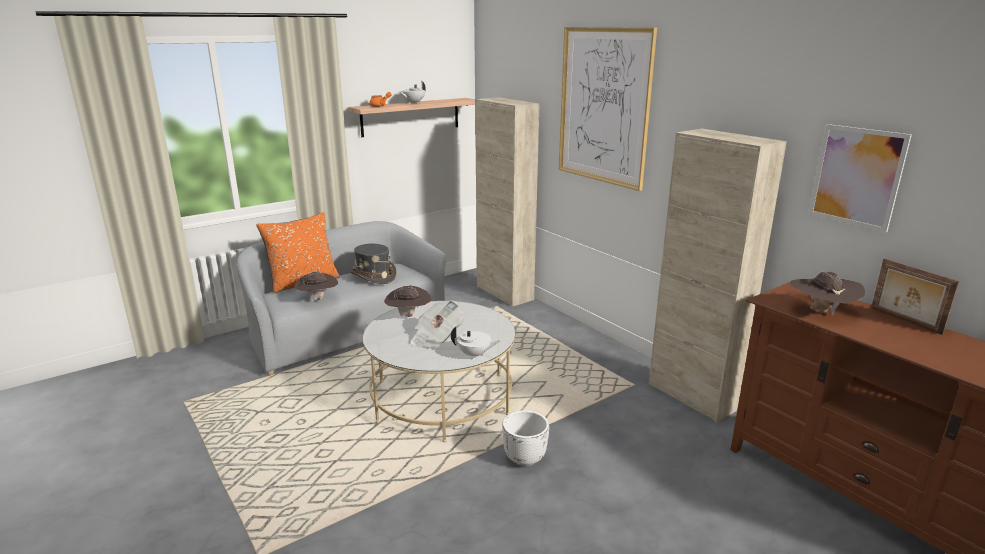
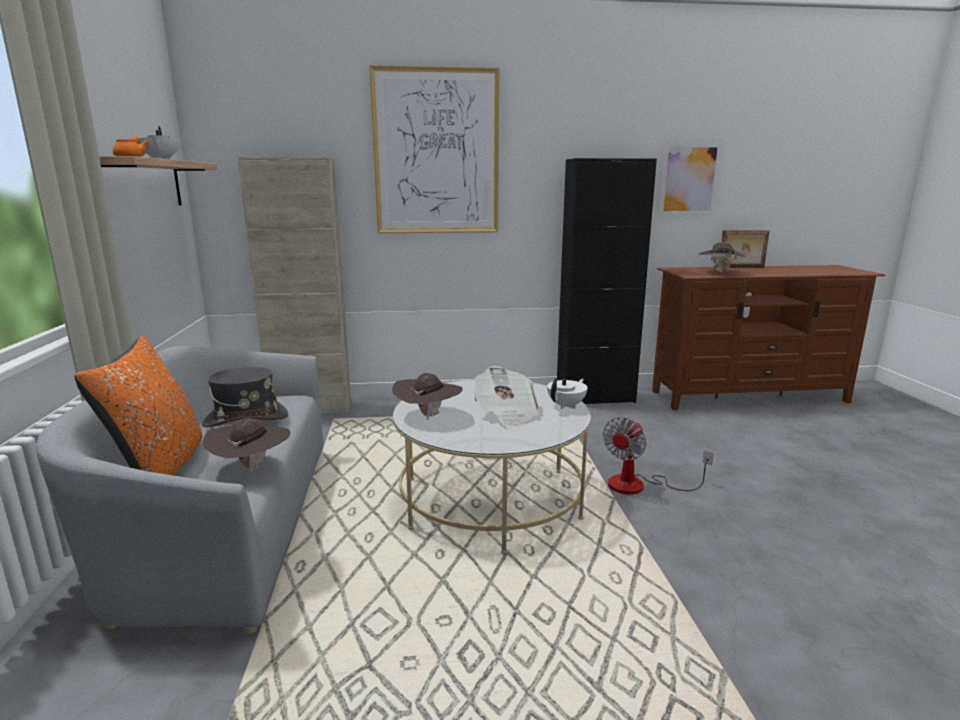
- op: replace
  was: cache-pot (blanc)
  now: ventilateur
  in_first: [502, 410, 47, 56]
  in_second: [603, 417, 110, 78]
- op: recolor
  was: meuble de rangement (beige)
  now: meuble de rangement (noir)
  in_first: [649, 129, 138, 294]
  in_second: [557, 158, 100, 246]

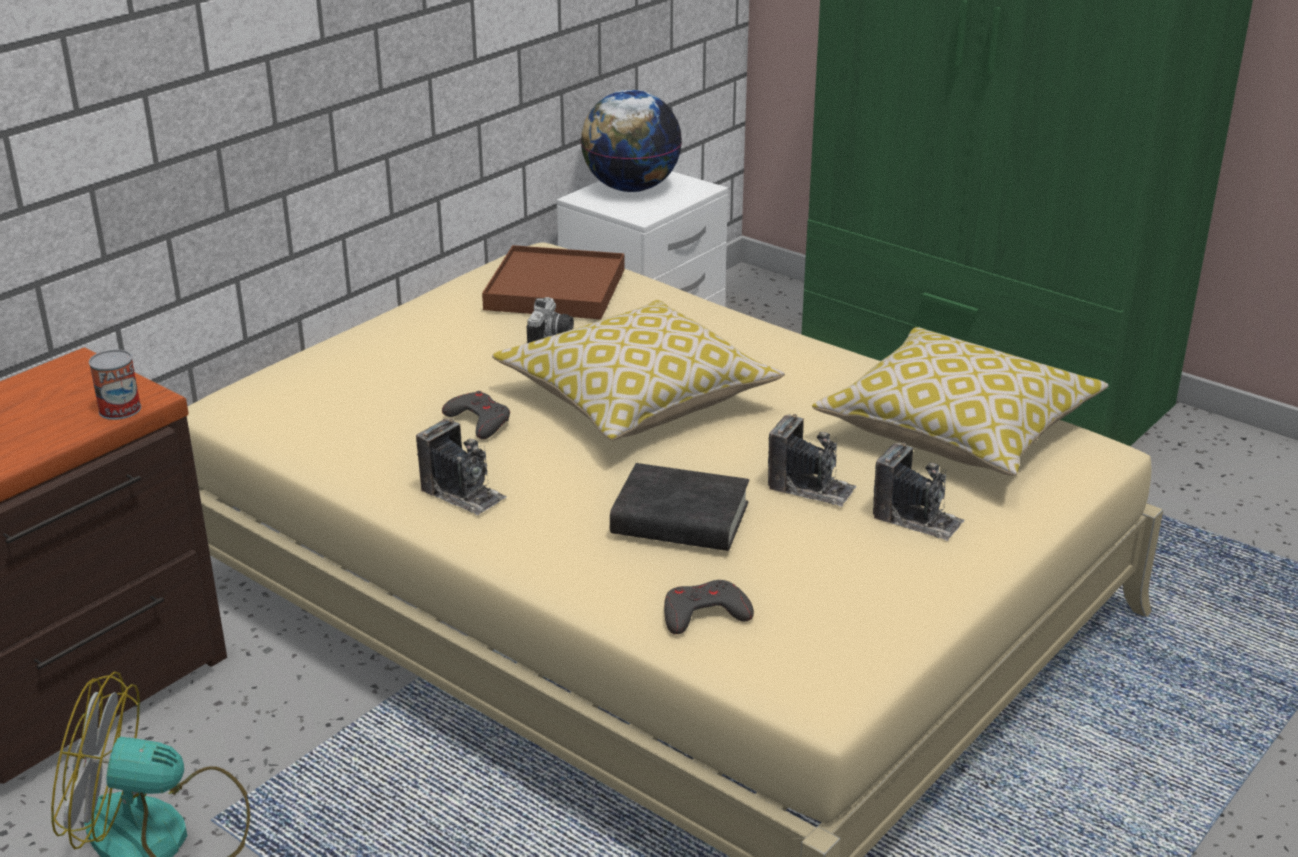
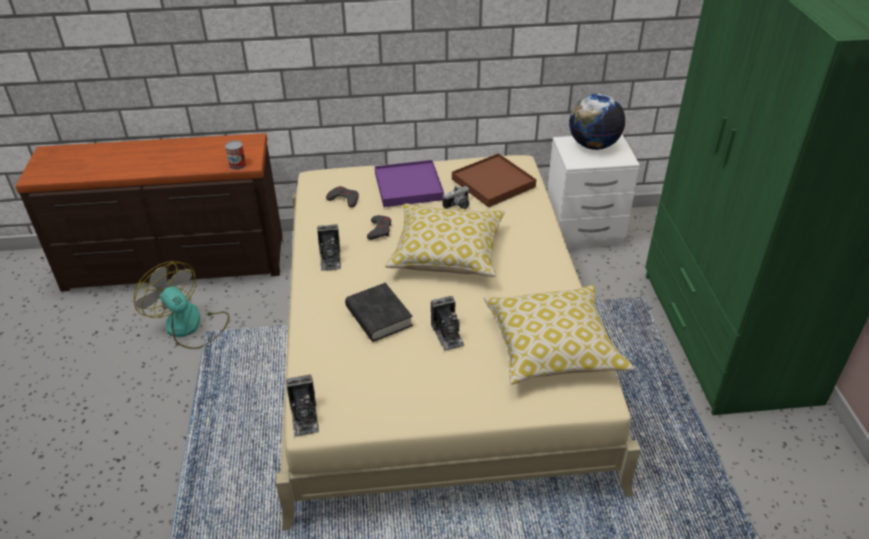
- op: move
  was: manette (gris)
  in_first: [664, 580, 90, 54]
  in_second: [326, 186, 33, 22]
- op: move
  was: appareil photo
  in_first: [873, 442, 92, 99]
  in_second: [286, 375, 33, 62]
- op: insert
  now: plateau (violet)
  in_second: [375, 160, 69, 47]

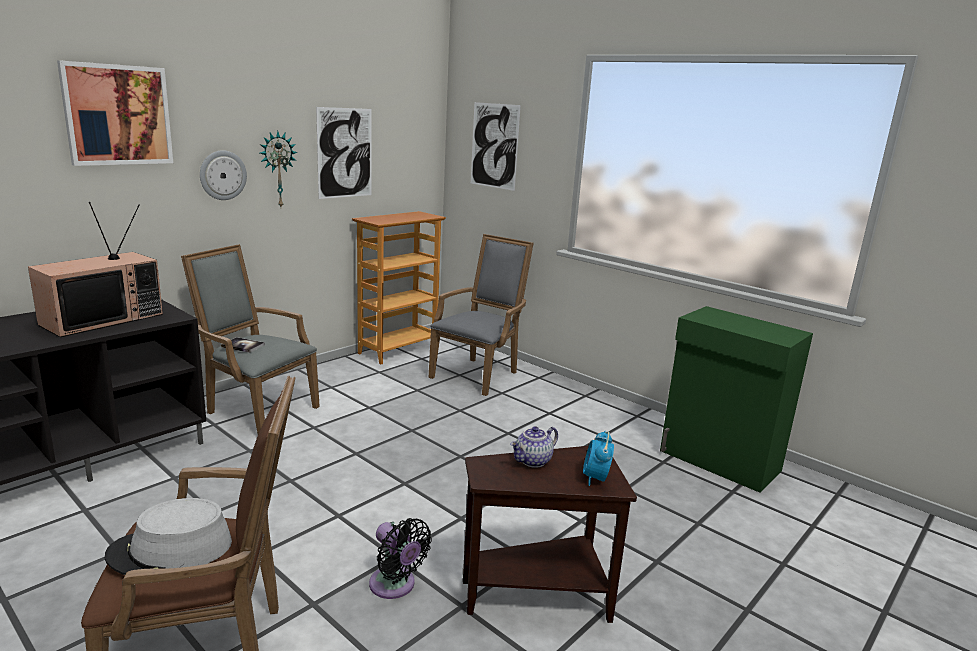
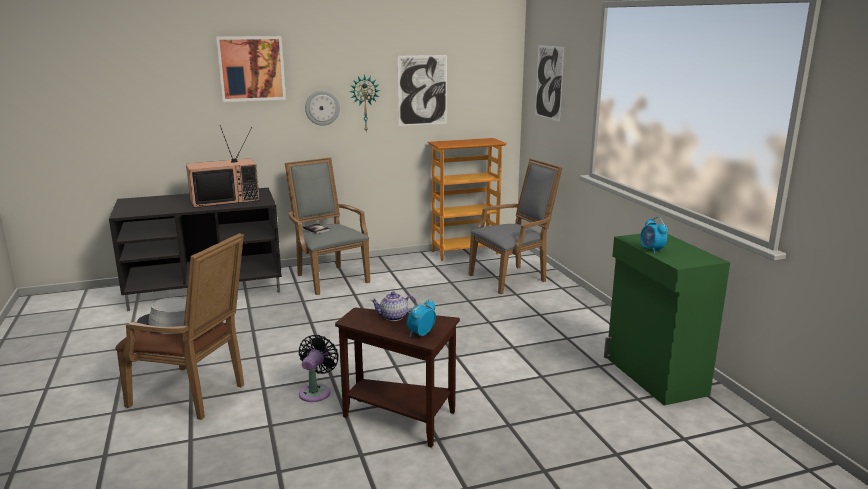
- op: rotate
  was: ventilateur (noir)
  in_first: [369, 518, 63, 81]
  in_second: [299, 335, 40, 67]
  clockwise: -150
- op: insert
  now: réveil
  in_second: [640, 217, 28, 37]

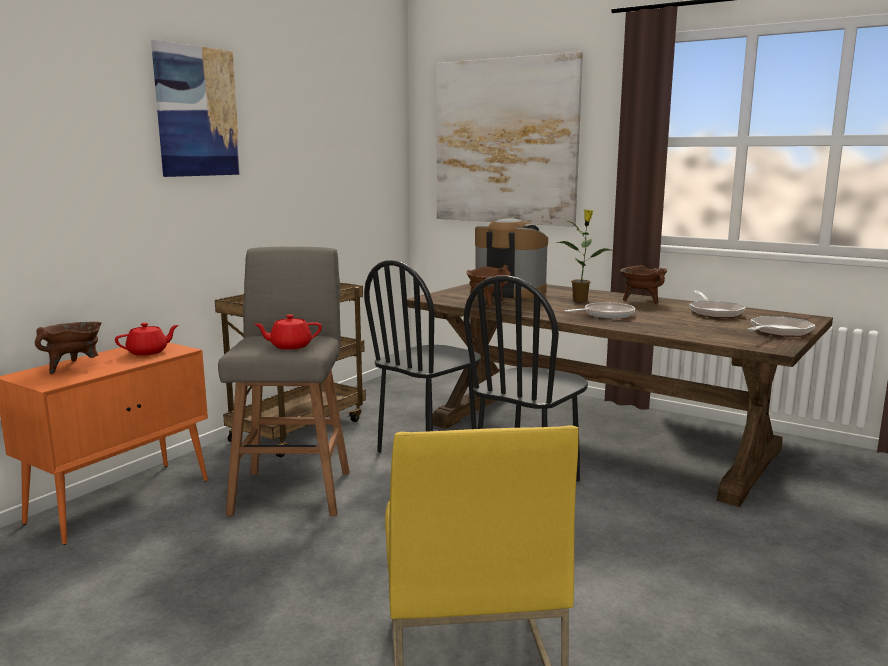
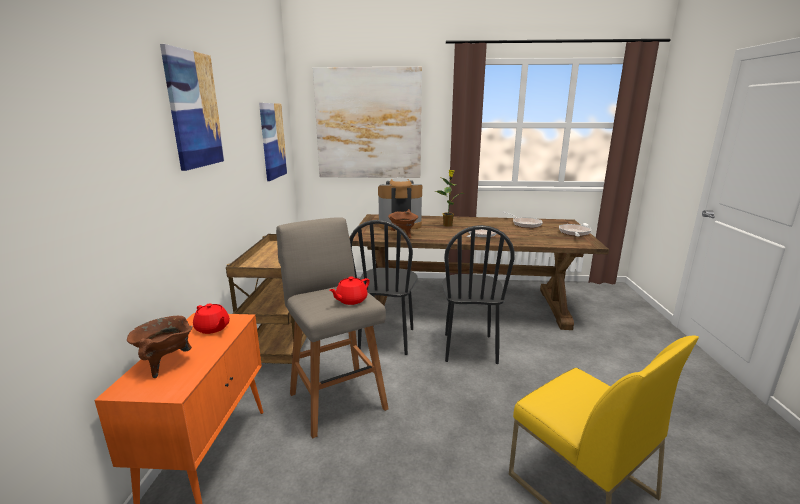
- op: rotate
  was: théière (rouge)
  in_first: [115, 323, 64, 33]
  in_second: [193, 303, 37, 31]
  clockwise: 105
- op: delete
  was: marmite (marron)
  in_first: [620, 265, 47, 39]
- op: insert
  now: tableau
  in_second: [259, 103, 28, 78]

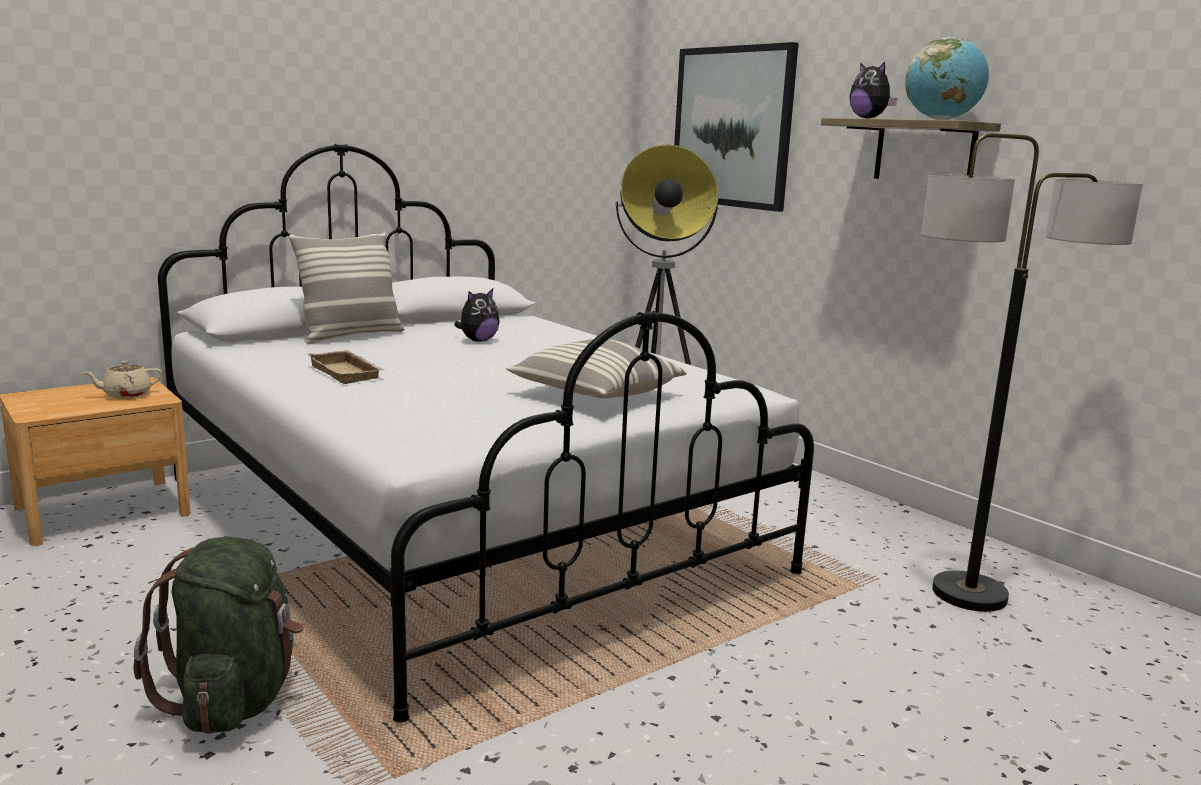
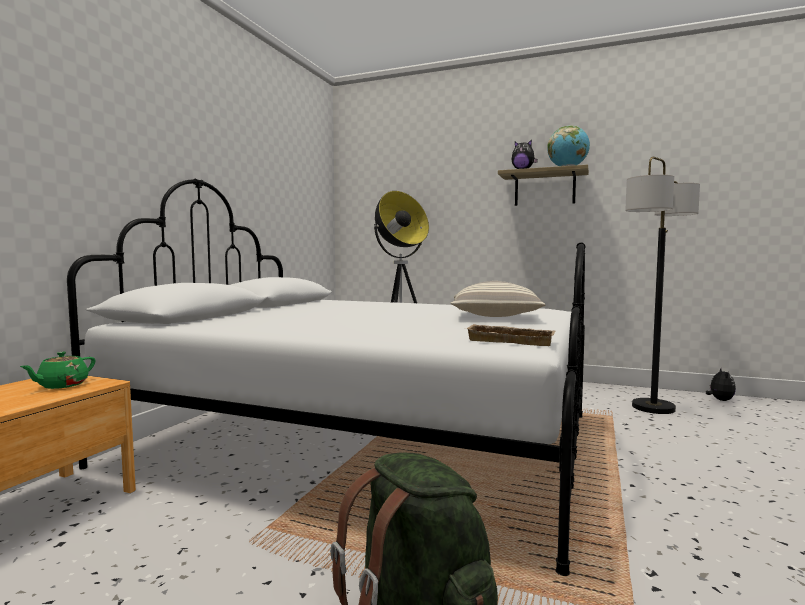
- op: recolor
  was: théière (beige)
  now: théière (vert)
  in_first: [82, 361, 80, 37]
  in_second: [20, 352, 75, 37]
- op: delete
  was: coussin
  in_first: [289, 232, 115, 112]
- op: move
  was: plateau (beige)
  in_first: [307, 350, 78, 34]
  in_second: [465, 324, 90, 22]
- op: move
  was: peluche
  in_first: [454, 289, 46, 53]
  in_second: [706, 368, 30, 33]
- op: delete
  was: tableau
  in_first: [674, 42, 125, 170]

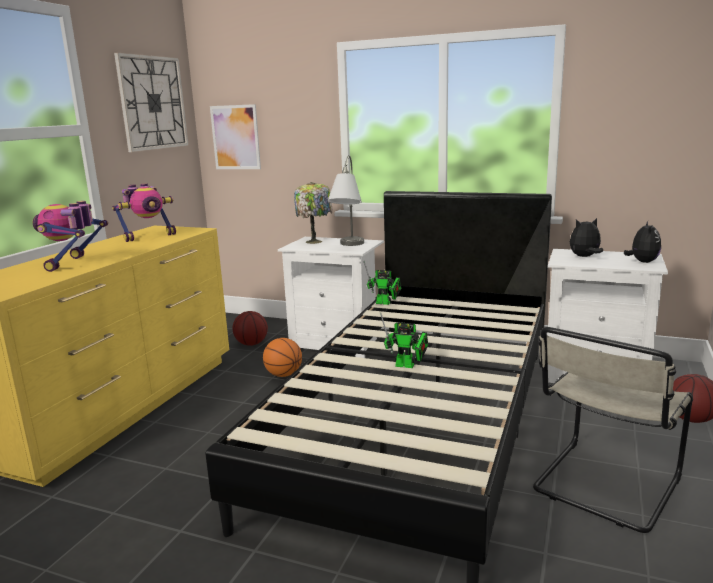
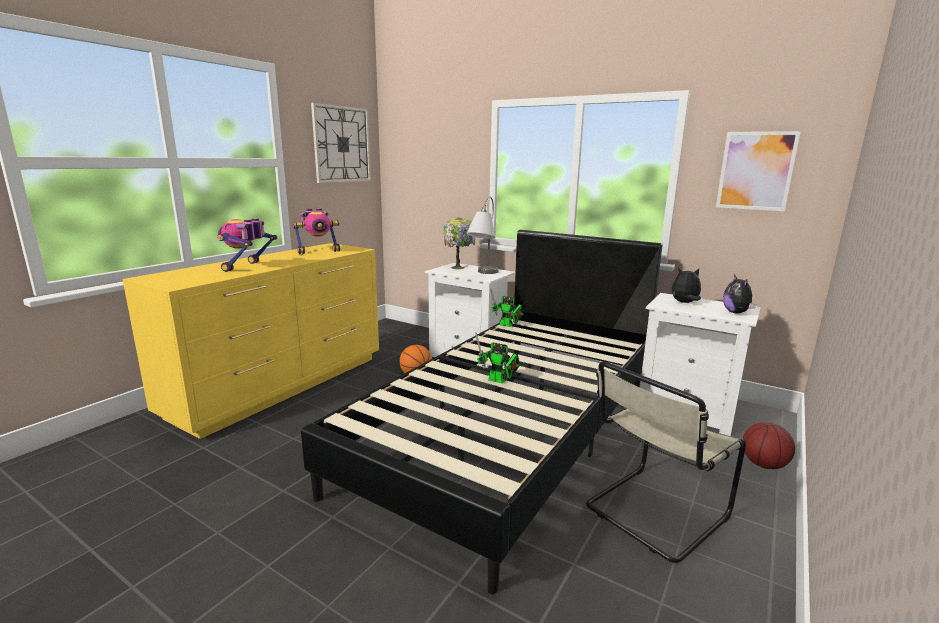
- op: move
  was: tableau
  in_first: [210, 104, 51, 65]
  in_second: [716, 131, 85, 80]
- op: delete
  was: ballon de basket
  in_first: [233, 311, 35, 35]
- op: rotate
  was: peluche
  in_first: [624, 221, 37, 42]
  in_second: [723, 274, 33, 40]
  clockwise: 150

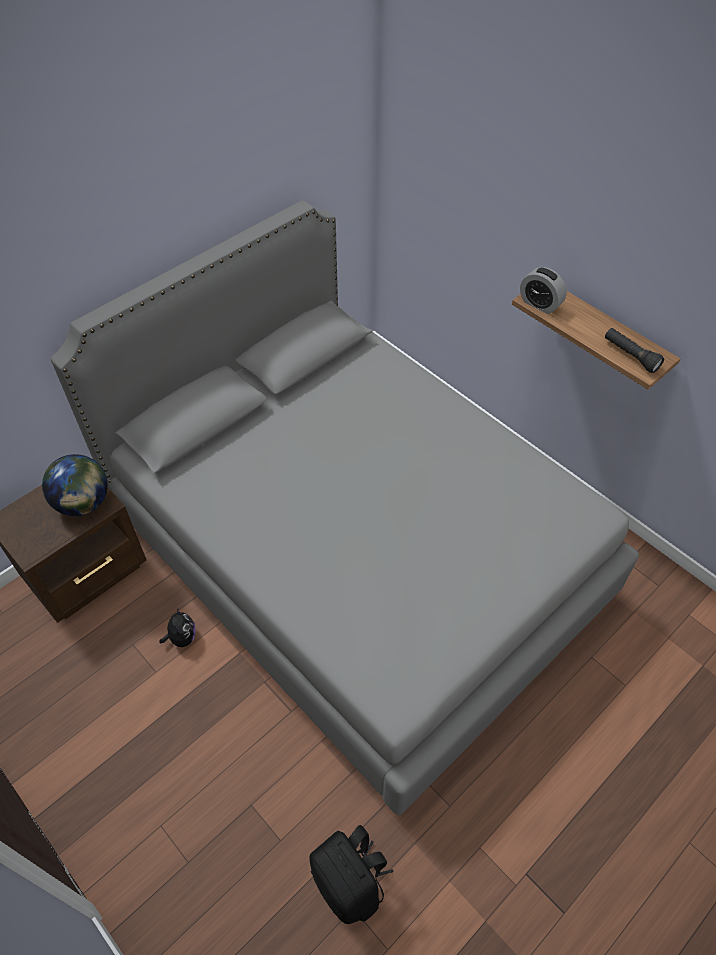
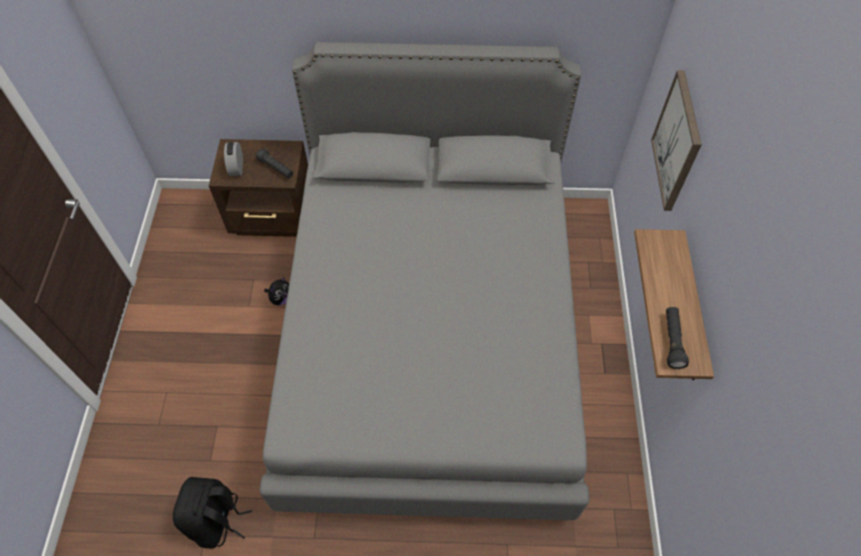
- op: replace
  was: globe
  now: lampe de poche (noir)
  in_first: [42, 454, 66, 62]
  in_second: [256, 148, 37, 30]
- op: move
  was: réveil
  in_first: [520, 267, 47, 47]
  in_second: [224, 142, 19, 34]
- op: insert
  now: tableau
  in_second: [651, 70, 51, 141]

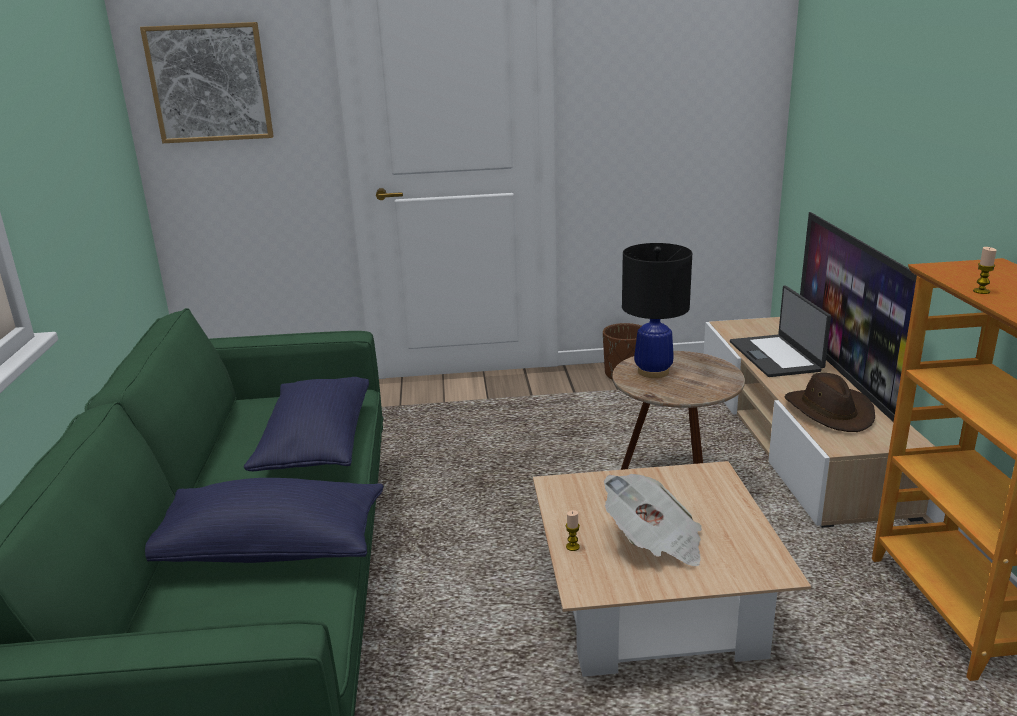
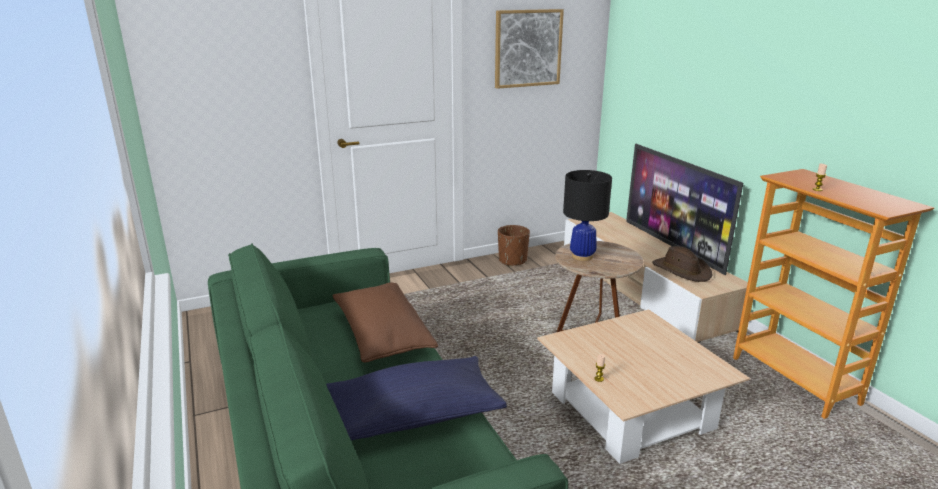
- op: move
  was: tableau
  in_first: [140, 22, 134, 121]
  in_second: [495, 9, 69, 80]
- op: recolor
  was: coussin (bleu)
  now: coussin (marron)
  in_first: [244, 377, 125, 94]
  in_second: [332, 282, 106, 80]
- op: delete
  was: journal
  in_first: [604, 474, 98, 92]
- op: delete
  was: ordinateur portable
  in_first: [730, 286, 101, 91]

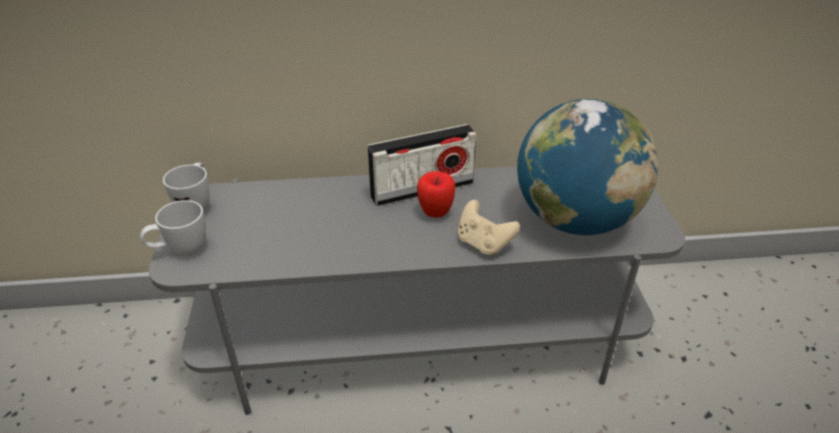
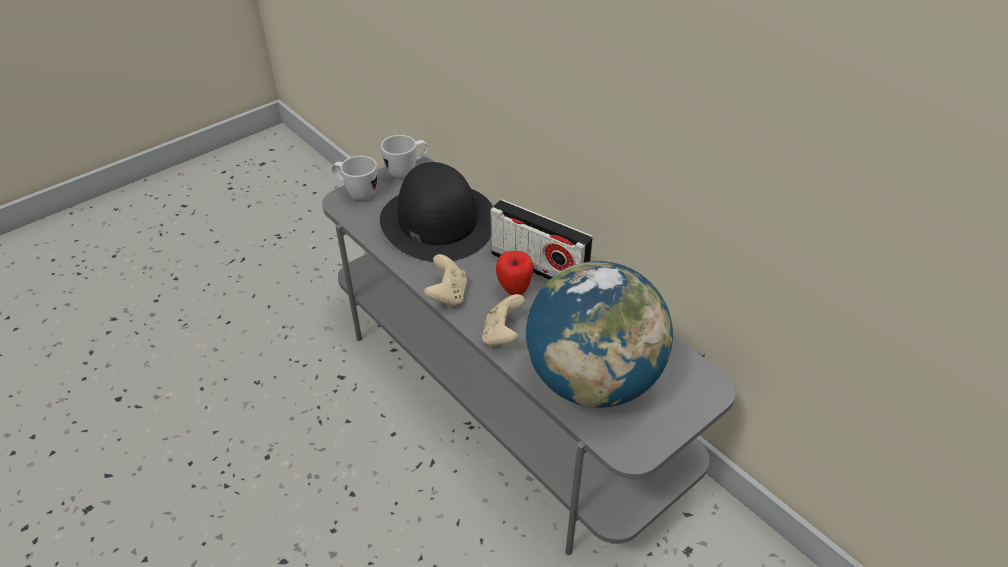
- op: insert
  now: chapeau (noir)
  in_second: [380, 162, 113, 100]
- op: insert
  now: manette (beige)
  in_second: [424, 254, 43, 54]

